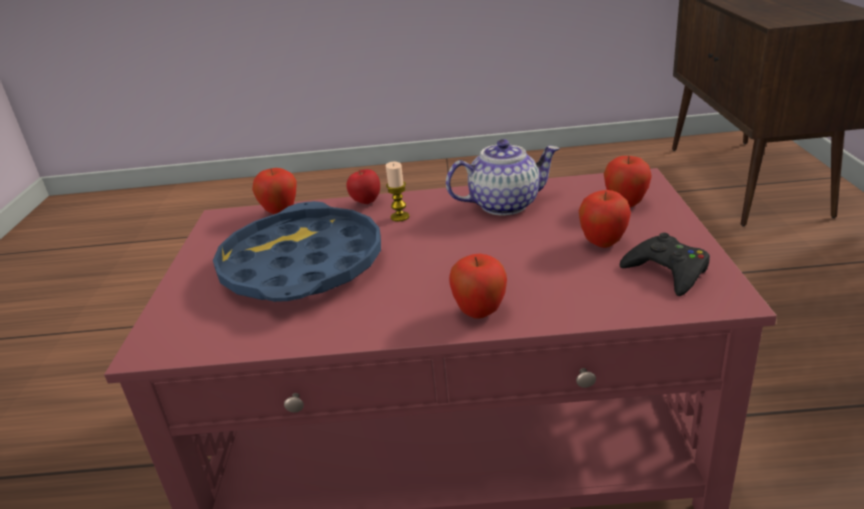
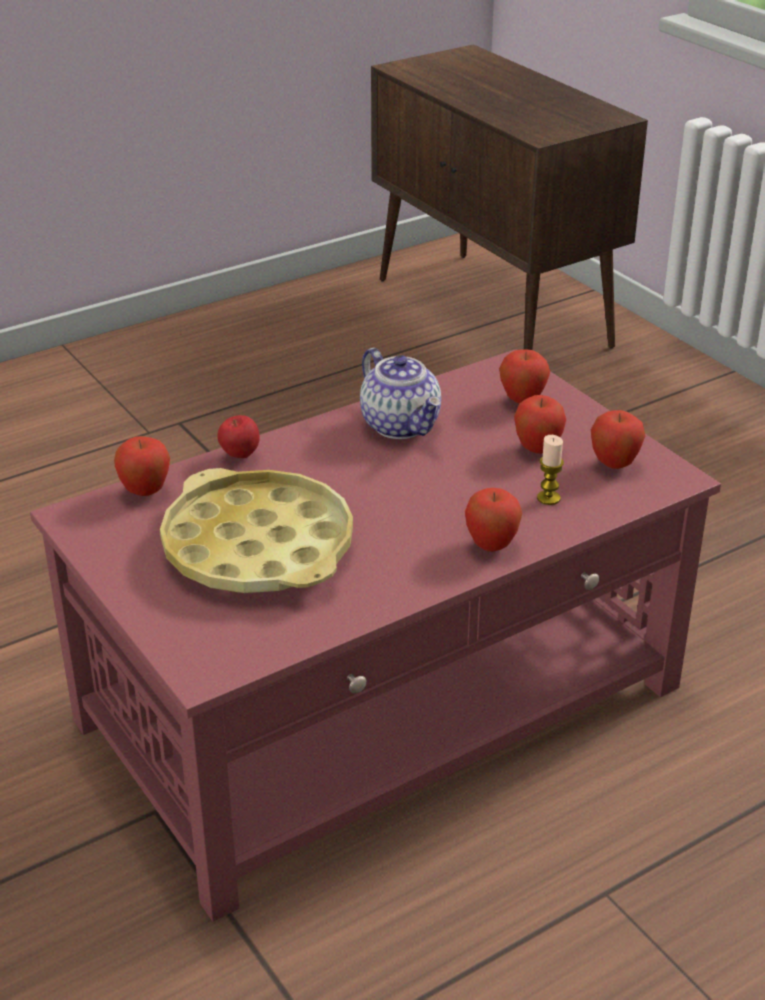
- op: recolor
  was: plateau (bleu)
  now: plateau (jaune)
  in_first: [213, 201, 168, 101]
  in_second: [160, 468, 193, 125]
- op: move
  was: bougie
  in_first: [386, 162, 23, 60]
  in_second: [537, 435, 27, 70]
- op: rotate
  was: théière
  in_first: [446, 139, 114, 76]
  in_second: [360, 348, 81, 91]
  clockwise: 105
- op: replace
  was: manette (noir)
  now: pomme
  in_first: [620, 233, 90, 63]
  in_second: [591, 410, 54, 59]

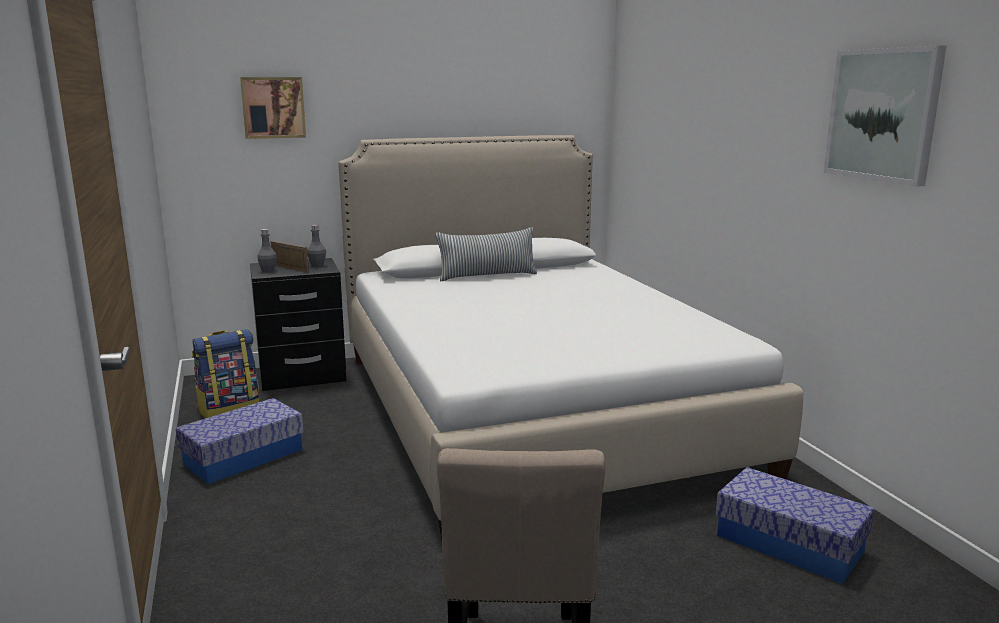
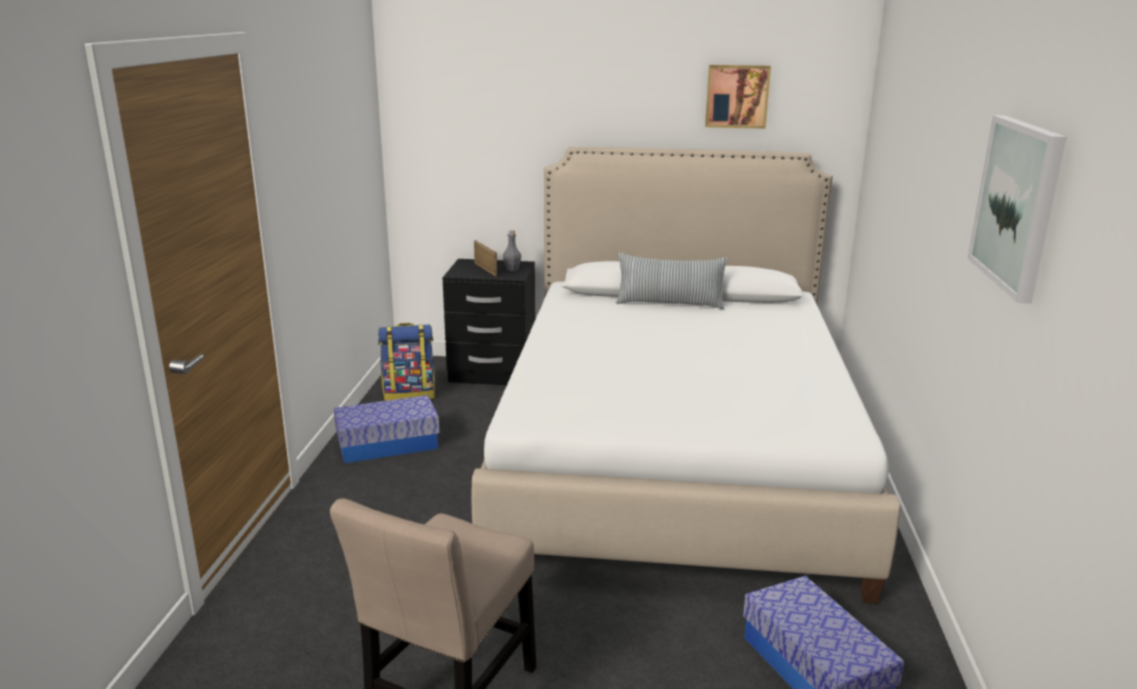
- op: move
  was: tableau
  in_first: [240, 77, 66, 62]
  in_second: [705, 65, 66, 64]
- op: delete
  was: bouteille (gris)
  in_first: [257, 229, 20, 43]

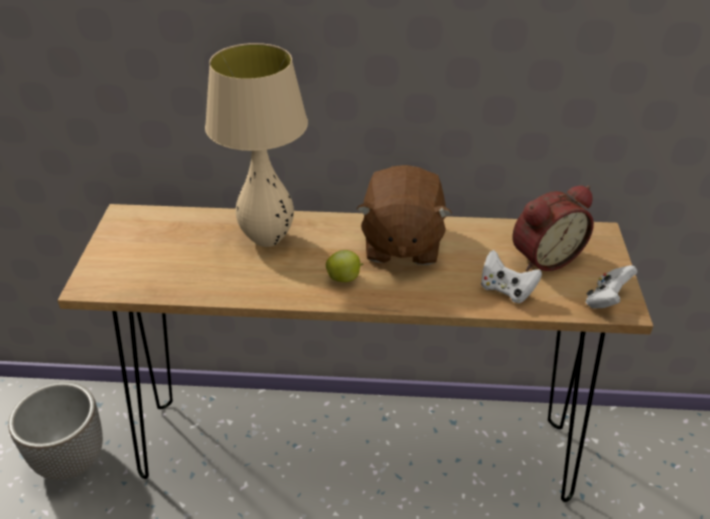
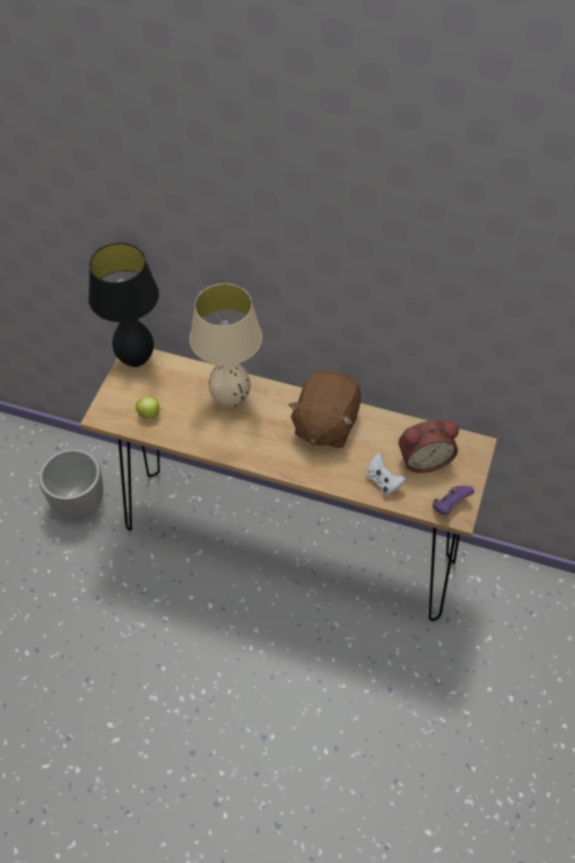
- op: move
  was: pomme
  in_first: [326, 250, 37, 32]
  in_second: [136, 397, 26, 22]
- op: recolor
  was: manette (blanc)
  now: manette (violet)
  in_first: [586, 265, 51, 44]
  in_second: [432, 485, 42, 30]
- op: insert
  now: lampe de table (noir)
  in_second: [88, 243, 71, 124]

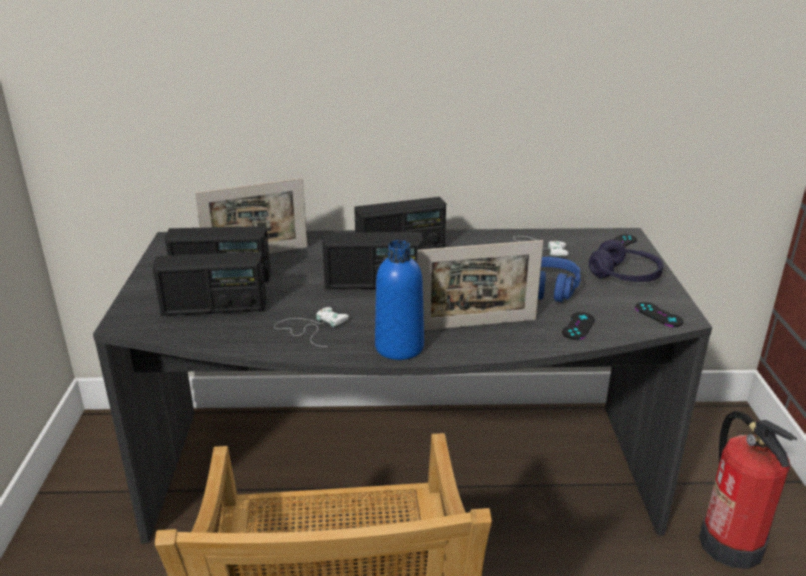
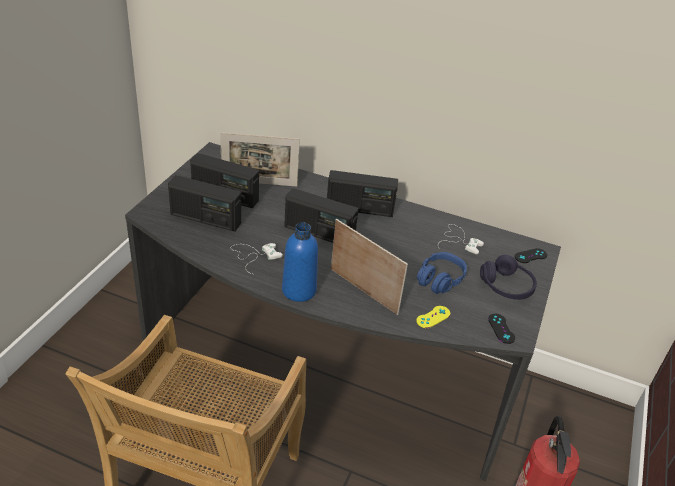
- op: rotate
  was: cadre photo
  in_first: [417, 240, 127, 90]
  in_second: [331, 219, 77, 96]
  clockwise: -150
- op: recolor
  was: manette (noir)
  now: manette (jaune)
  in_first: [562, 312, 33, 28]
  in_second: [416, 306, 35, 22]

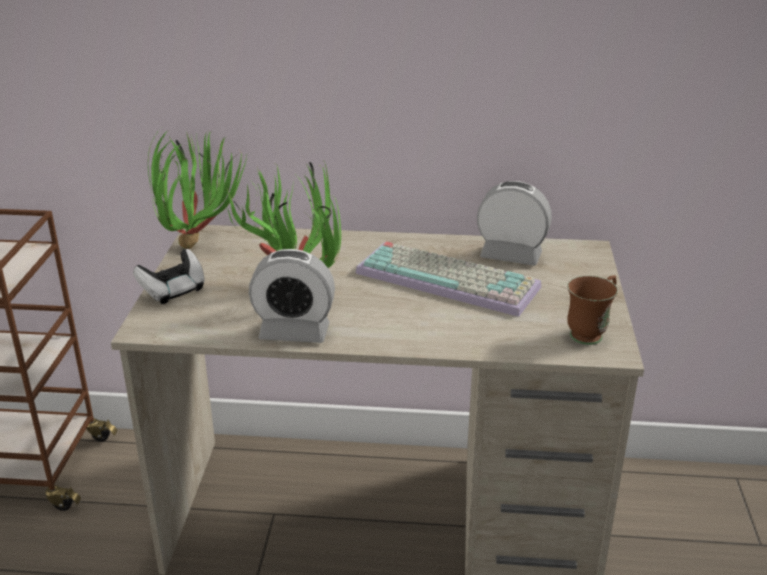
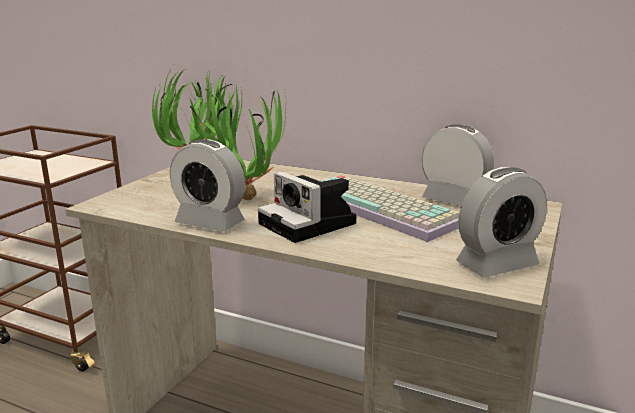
- op: delete
  was: manette
  in_first: [133, 249, 72, 55]
- op: replace
  was: mug (marron)
  now: réveil
  in_first: [567, 275, 51, 70]
  in_second: [456, 167, 91, 110]
- op: insert
  now: appareil photo
  in_second: [258, 171, 99, 72]

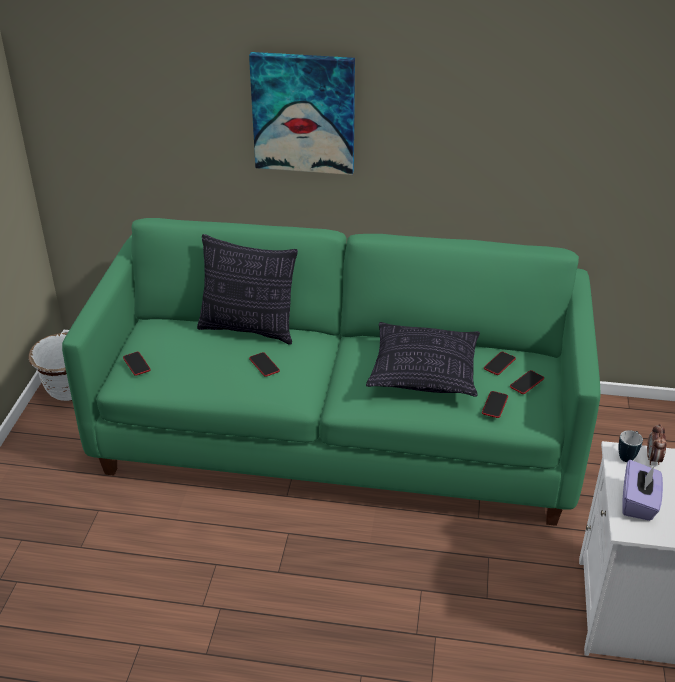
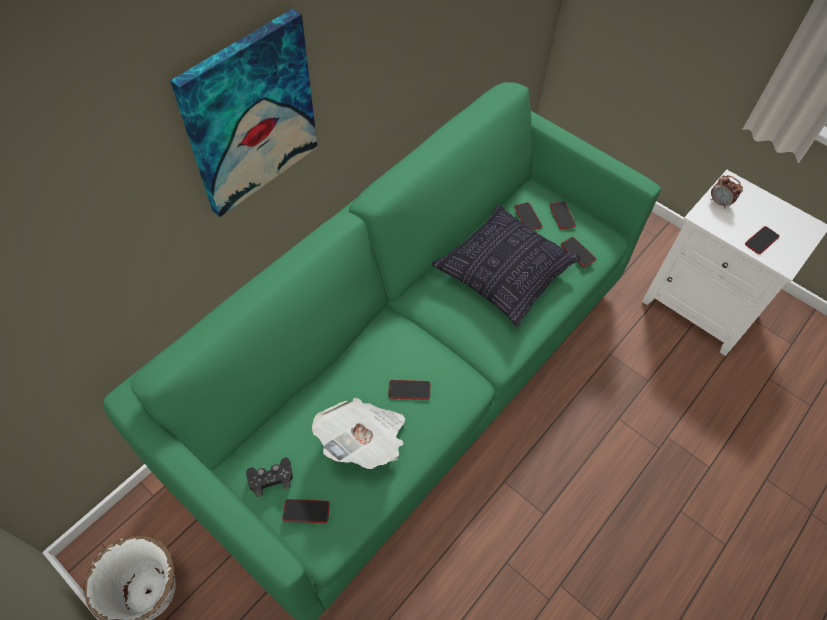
- op: delete
  was: coussin
  in_first: [197, 234, 101, 111]
- op: delete
  was: mug
  in_first: [618, 430, 25, 32]
- op: replace
  was: boîte à mouchoirs (violet)
  now: téléphone
  in_first: [622, 460, 41, 61]
  in_second: [745, 226, 34, 28]
- op: insert
  now: manette (noir)
  in_second: [246, 457, 47, 40]
- op: insert
  now: journal
  in_second: [312, 398, 93, 71]

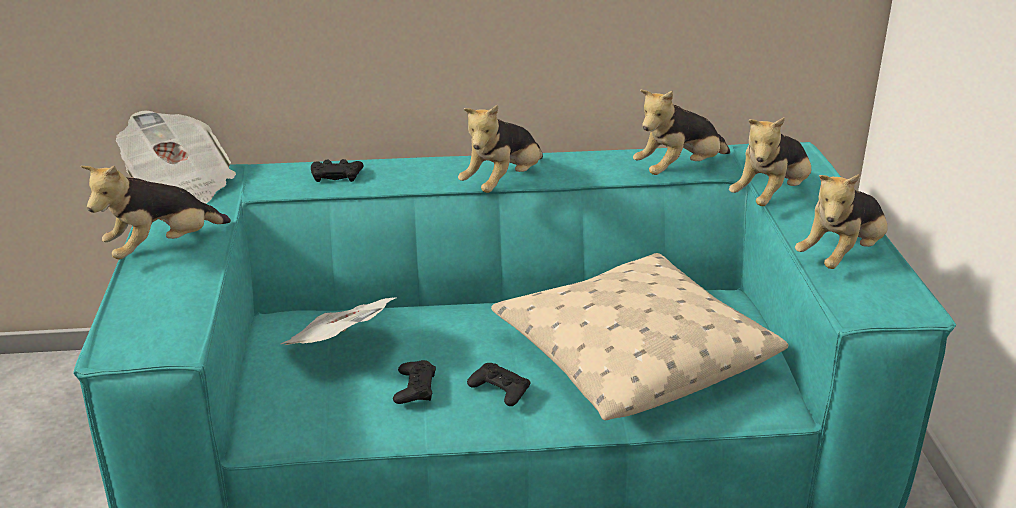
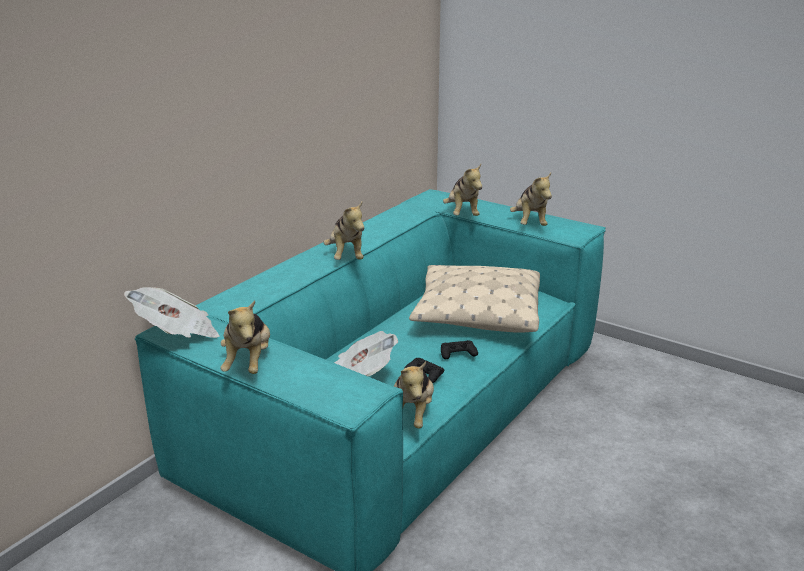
- op: delete
  was: manette (noir)
  in_first: [311, 159, 52, 23]
- op: move
  was: peluche
  in_first: [633, 90, 97, 85]
  in_second: [394, 362, 40, 66]

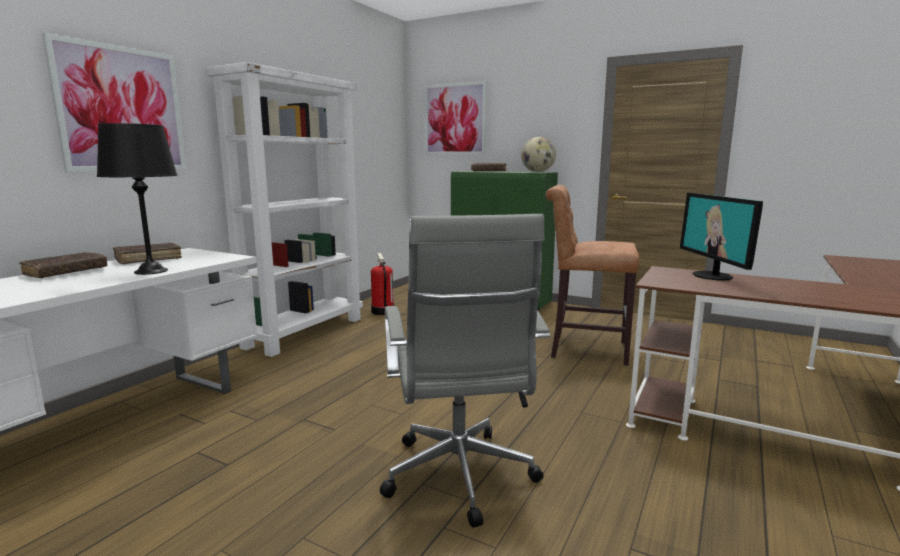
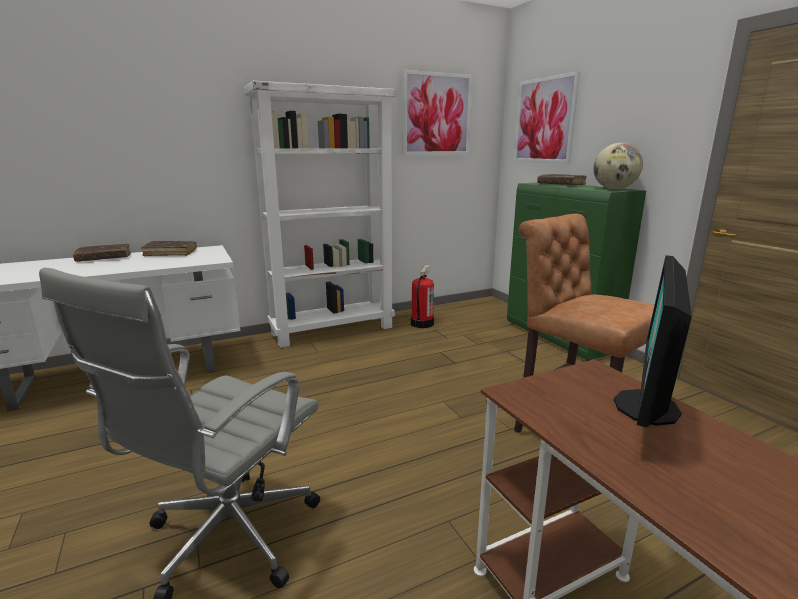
- op: move
  was: tableau
  in_first: [42, 33, 145, 139]
  in_second: [403, 70, 69, 85]
- op: delete
  was: lampe de table (noir)
  in_first: [97, 123, 80, 152]

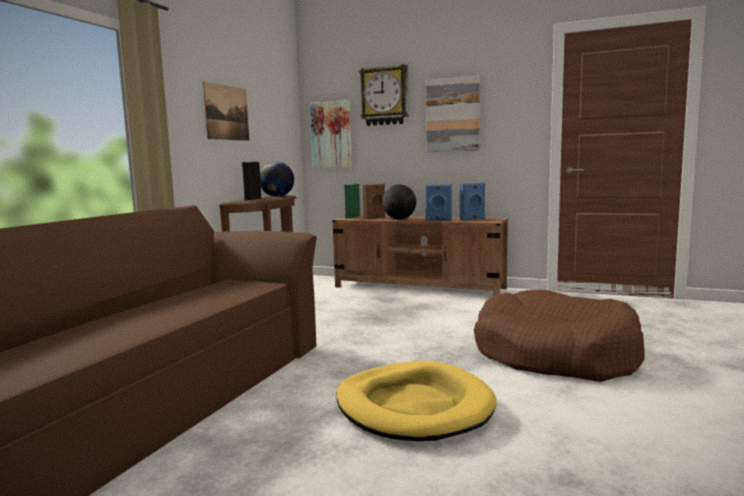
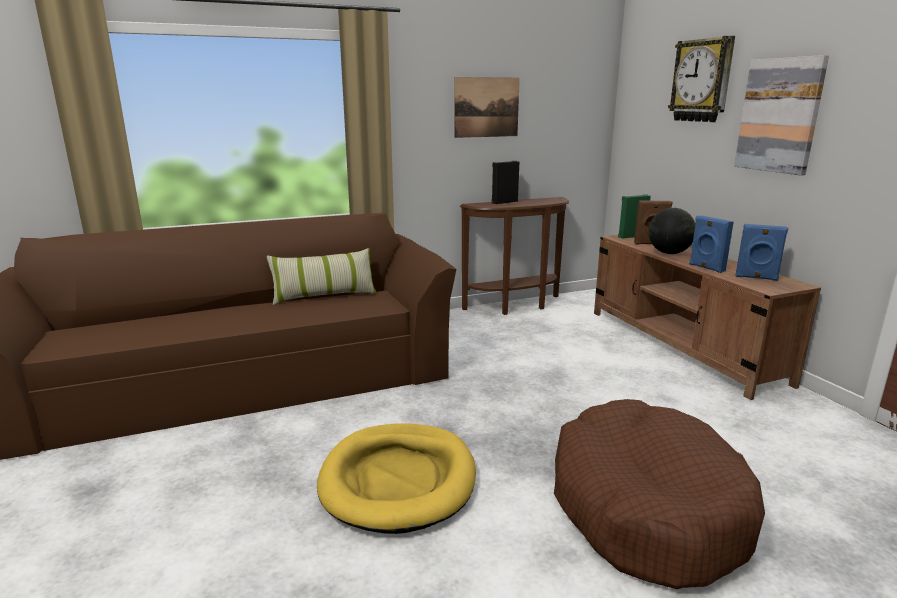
- op: delete
  was: globe
  in_first: [260, 161, 34, 36]
- op: delete
  was: tableau
  in_first: [310, 100, 42, 68]
- op: insert
  now: coussin
  in_second: [267, 248, 110, 57]

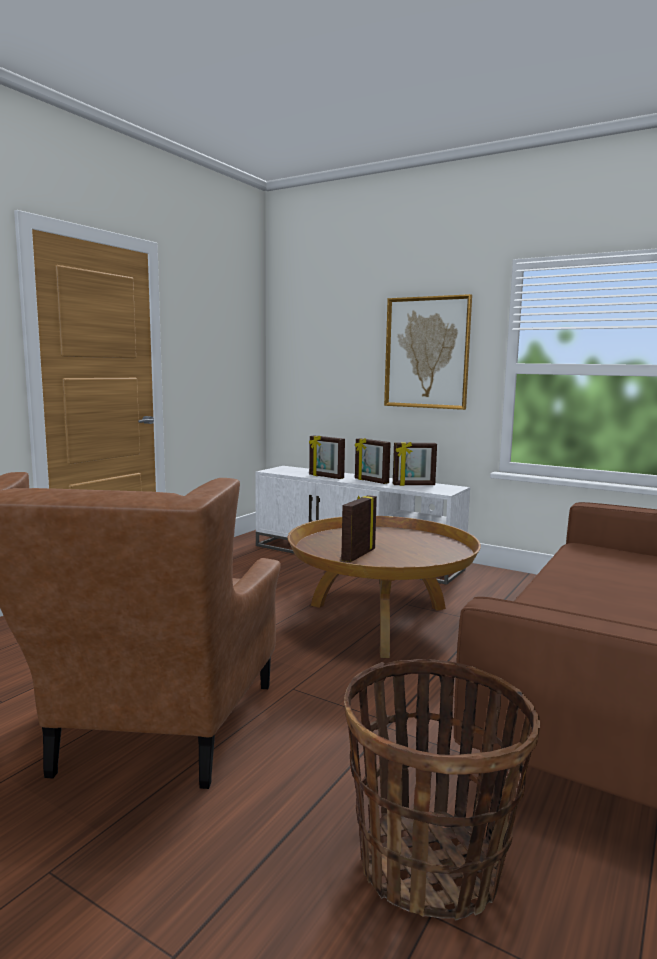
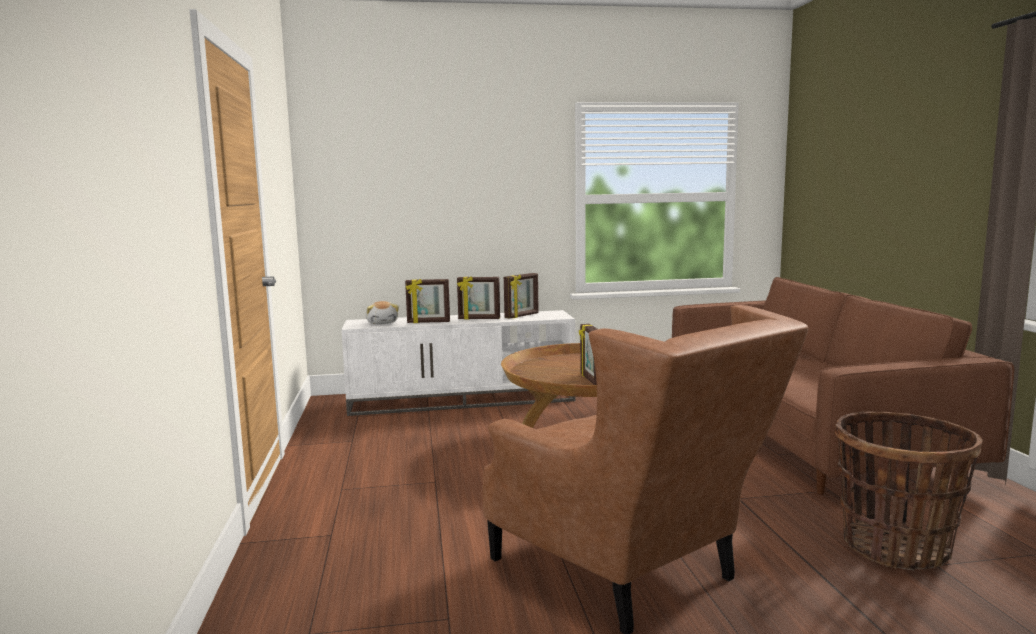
- op: delete
  was: tableau
  in_first: [384, 294, 88, 116]
- op: insert
  now: peluche
  in_second: [366, 301, 33, 23]

